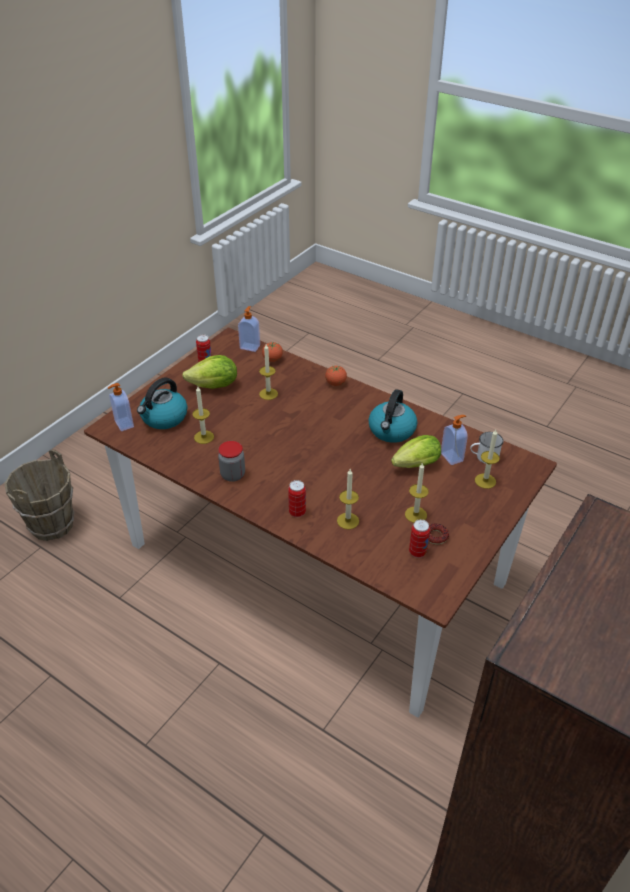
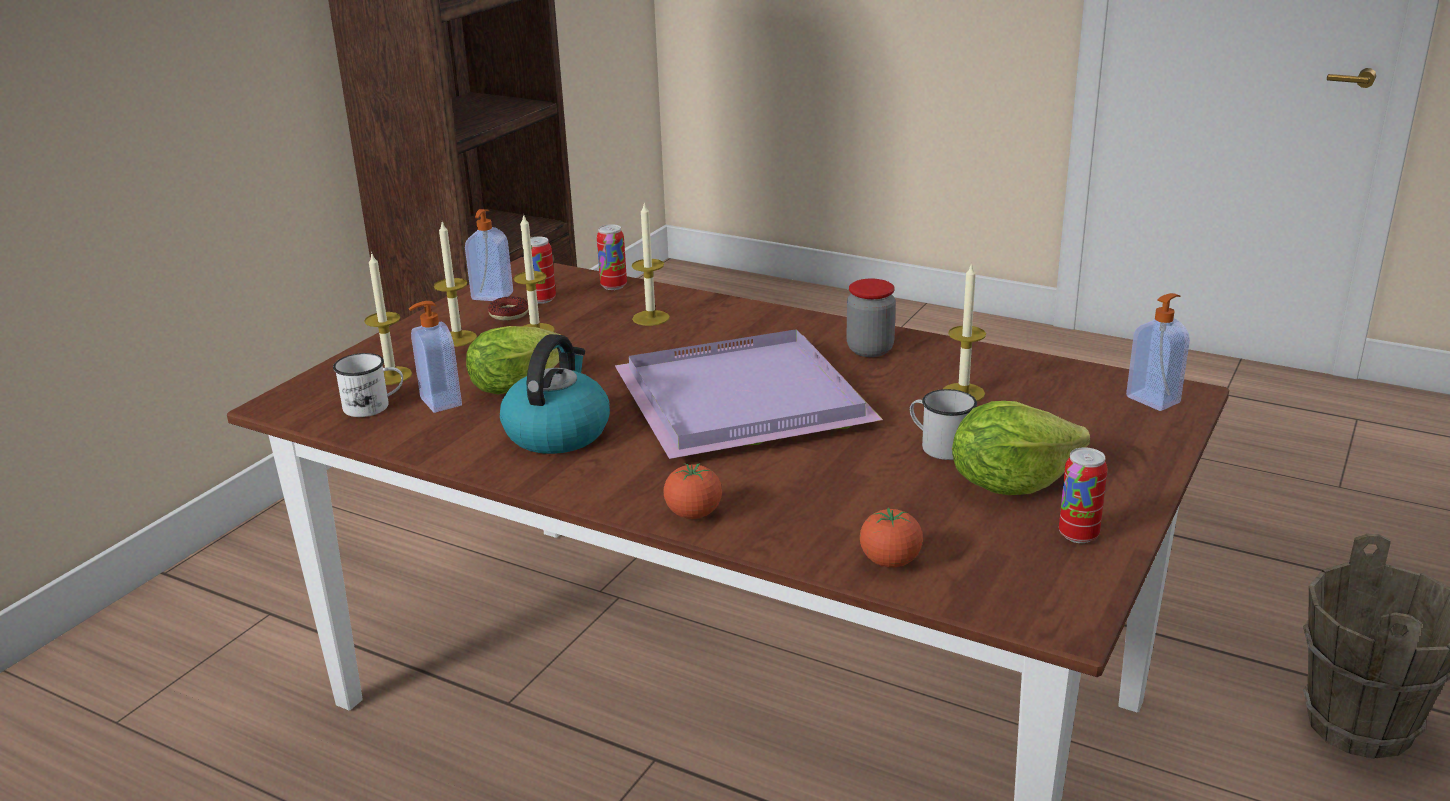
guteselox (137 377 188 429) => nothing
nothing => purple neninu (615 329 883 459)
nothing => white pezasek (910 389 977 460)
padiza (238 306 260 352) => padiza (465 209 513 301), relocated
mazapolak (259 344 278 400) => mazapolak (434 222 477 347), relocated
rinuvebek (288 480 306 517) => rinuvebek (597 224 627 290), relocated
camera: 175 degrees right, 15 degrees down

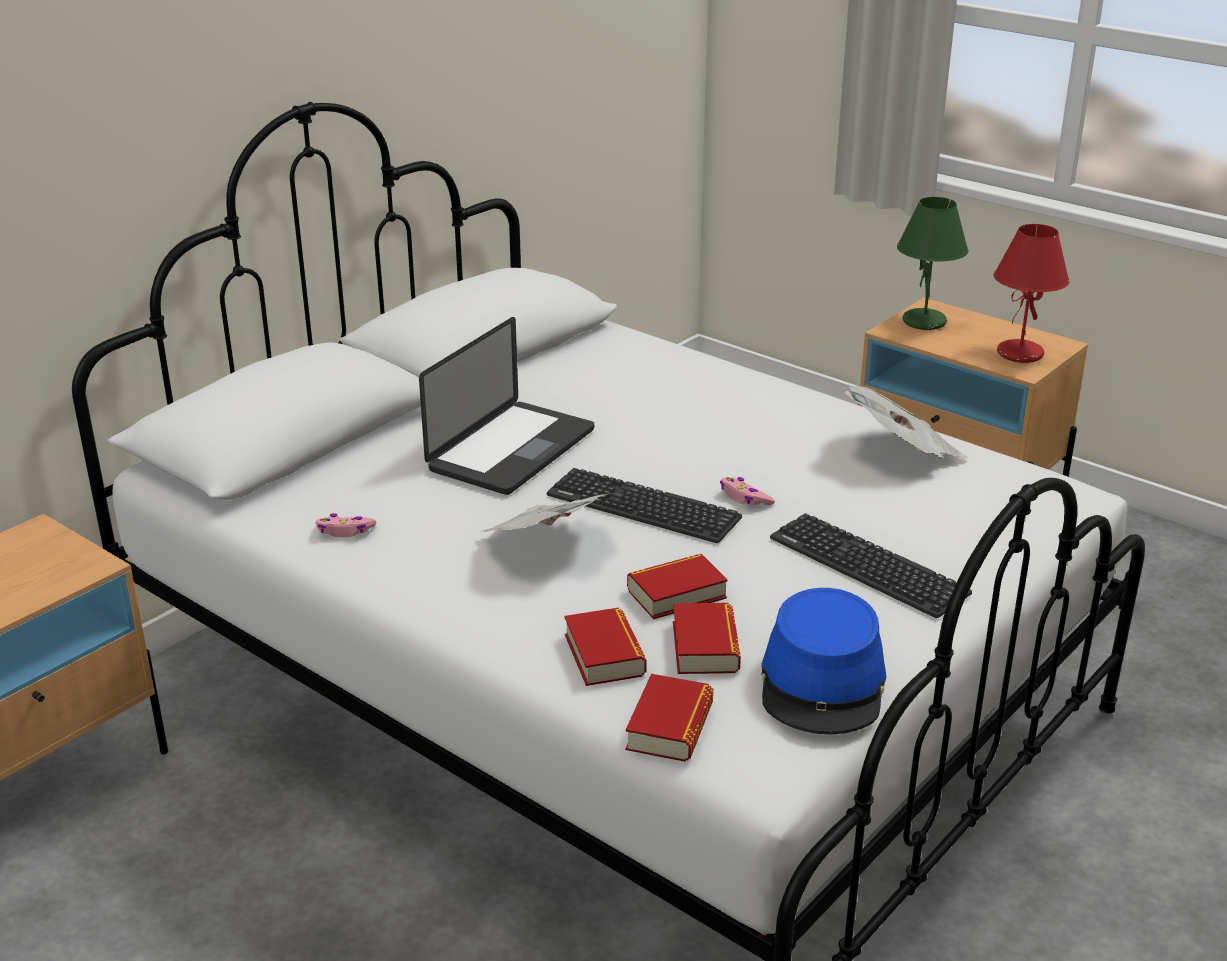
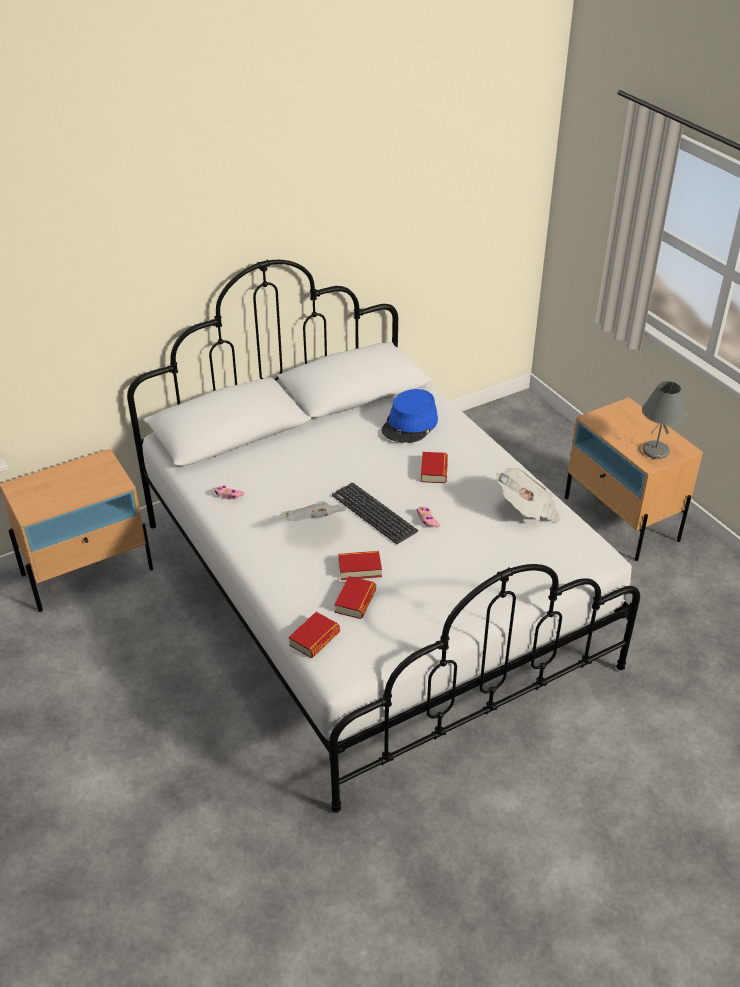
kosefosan (419 317 594 495) => nothing
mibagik (770 513 972 618) => nothing
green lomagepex (897 197 969 330) => nothing
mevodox (564 608 647 686) => mevodox (421 452 448 483), relocated
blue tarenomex (761 588 887 734) => blue tarenomex (381 389 438 443), relocated
red lomagepex (994 224 1070 363) => grey lomagepex (642 381 686 459)
camera: 20 degrees right, 10 degrees up

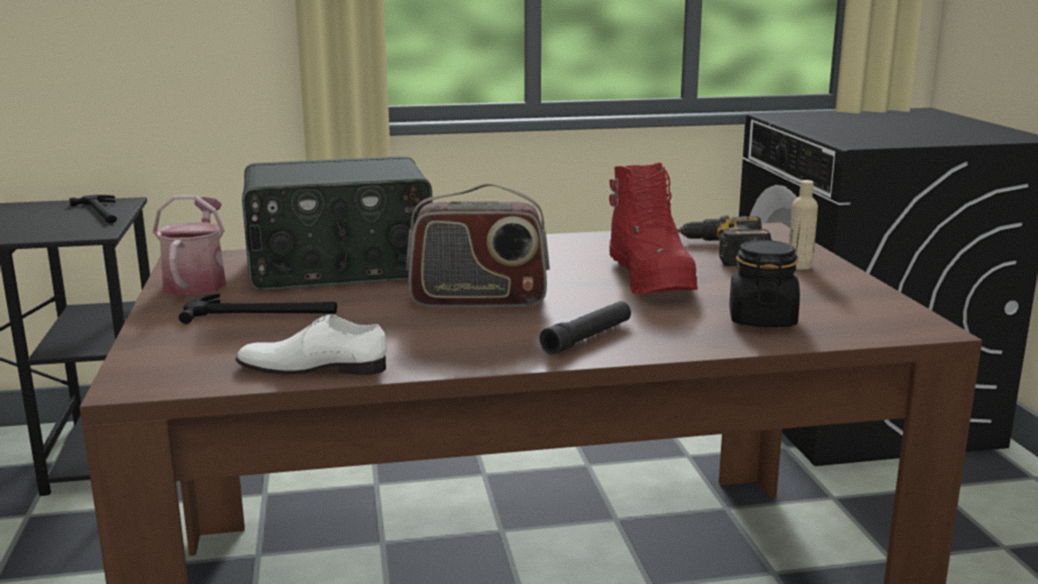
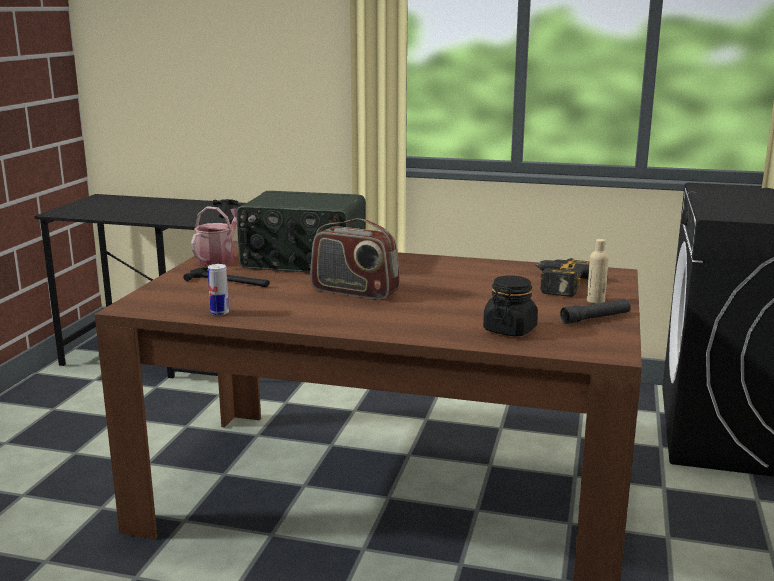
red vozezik (609 162 698 294) => nothing
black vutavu (539 301 631 355) => black vutavu (560 299 631 324), relocated
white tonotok (236 314 387 375) => rinuvebek (208 264 229 316)
camera: 25 degrees right, 0 degrees up

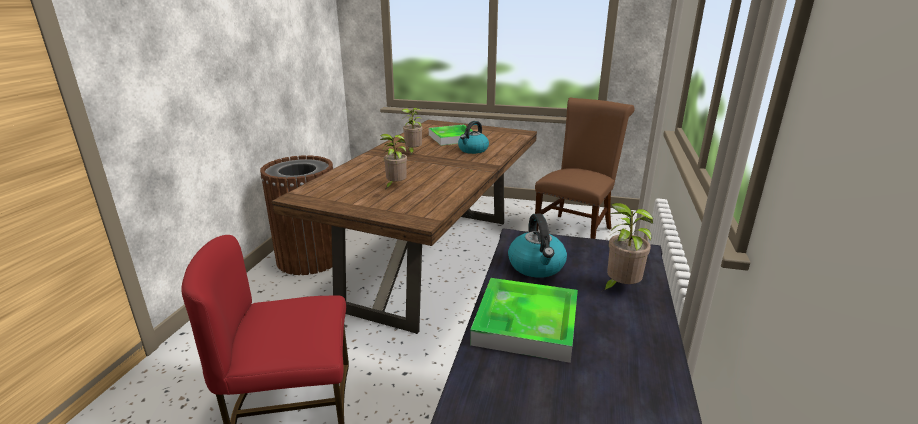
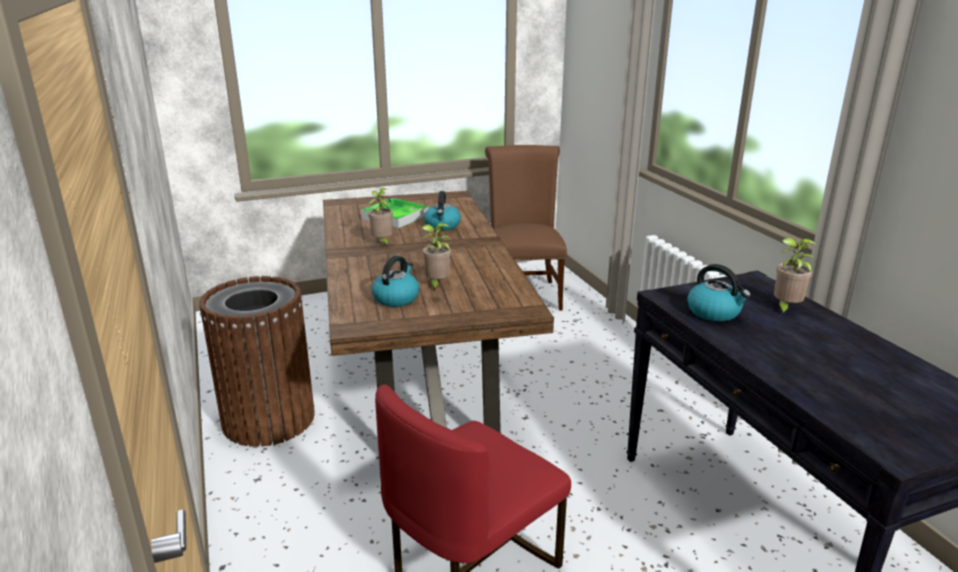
neninu (470 278 578 363) => nothing
nothing => guteselox (372 256 419 307)
camera: 35 degrees left, 0 degrees up

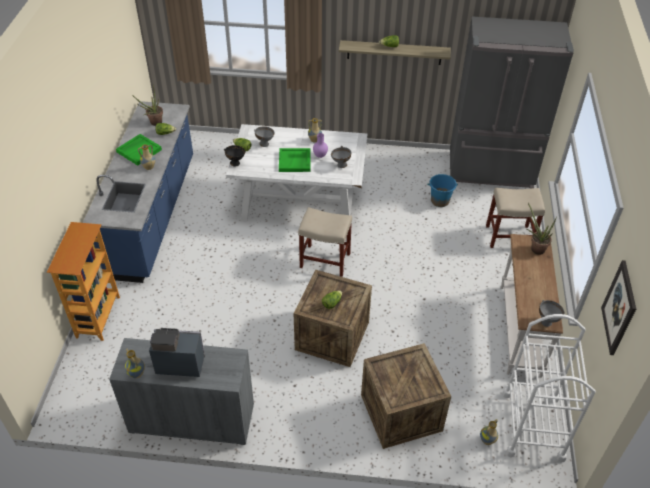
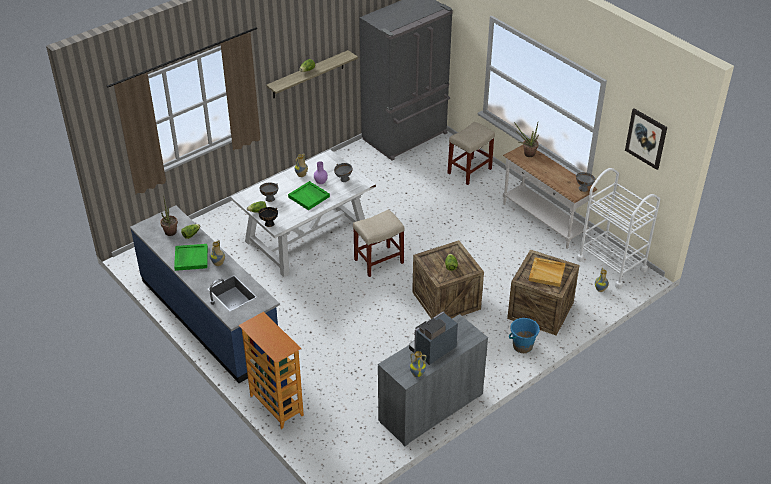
nothing => beige neninu (529 257 566 287)
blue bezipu (427 174 458 207) => blue bezipu (509 318 540 353), relocated
camera: 45 degrees left, 5 degrees down

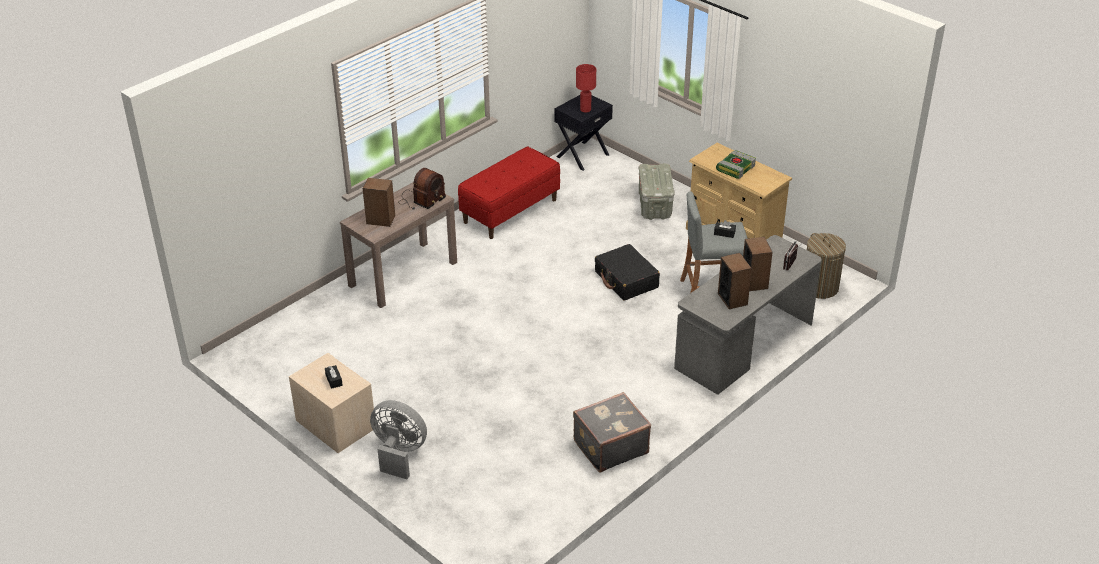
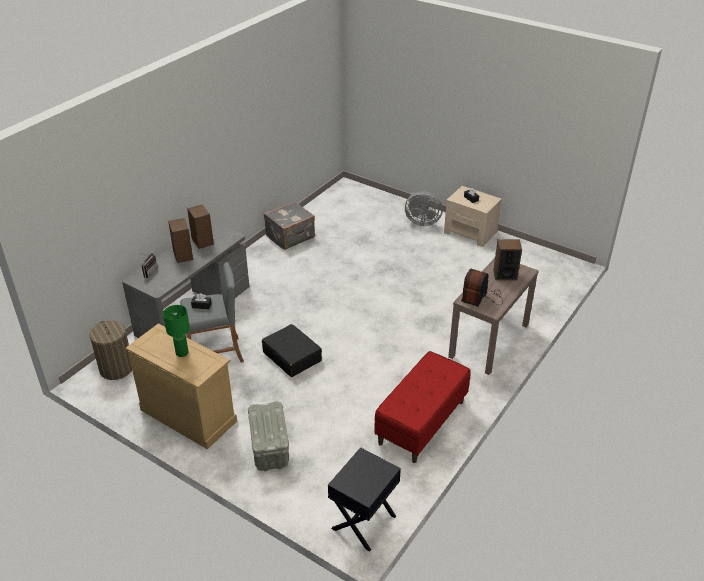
red lomagepex (576 64 596 113) => nothing
mevodox (716 150 756 179) => green lomagepex (163 305 190 357)
camera: 170 degrees right, 0 degrees up

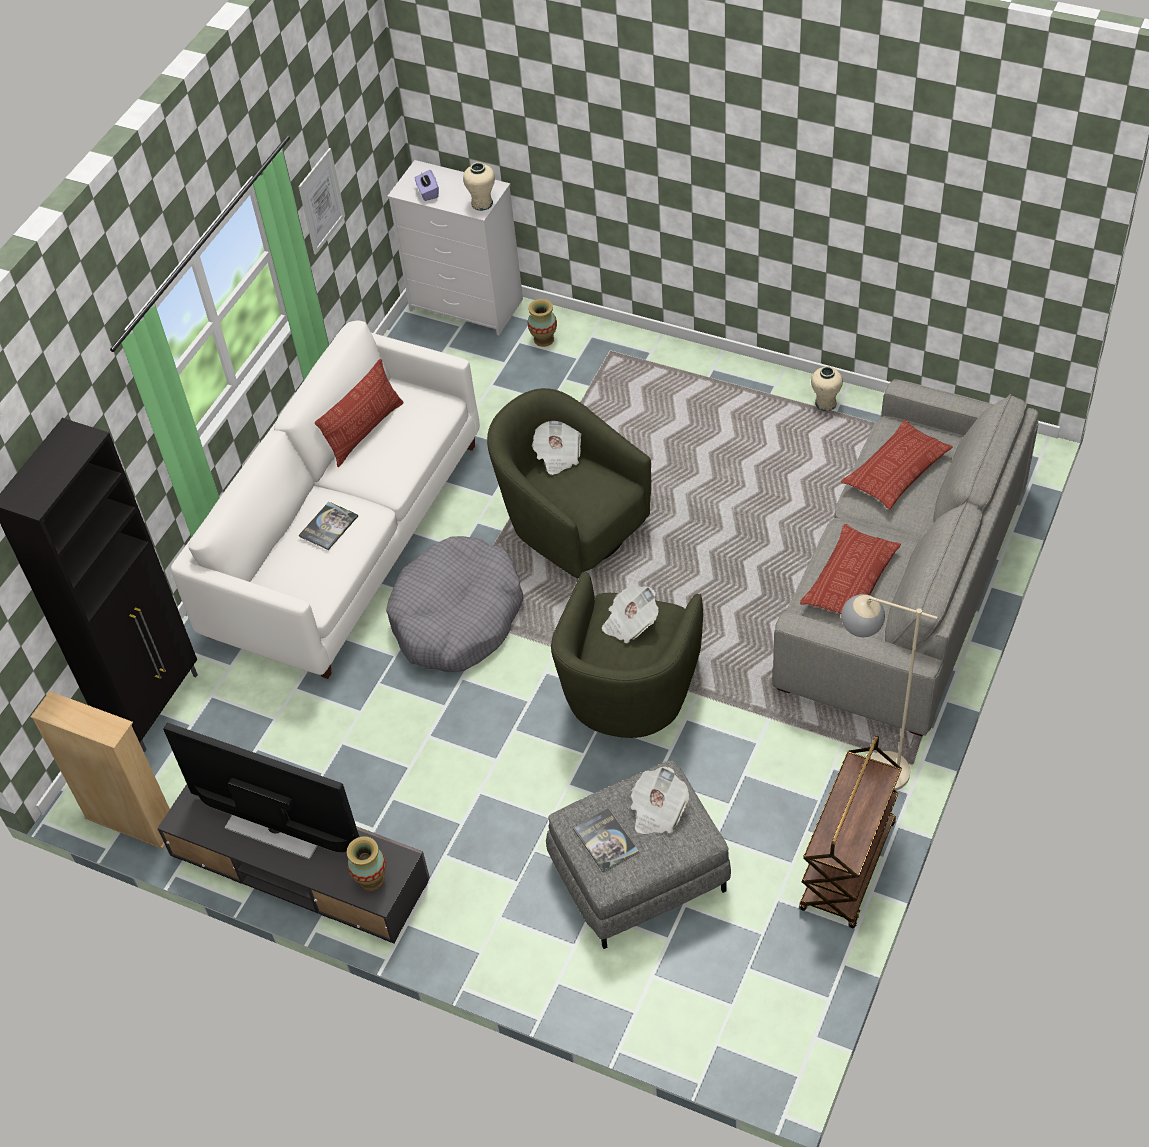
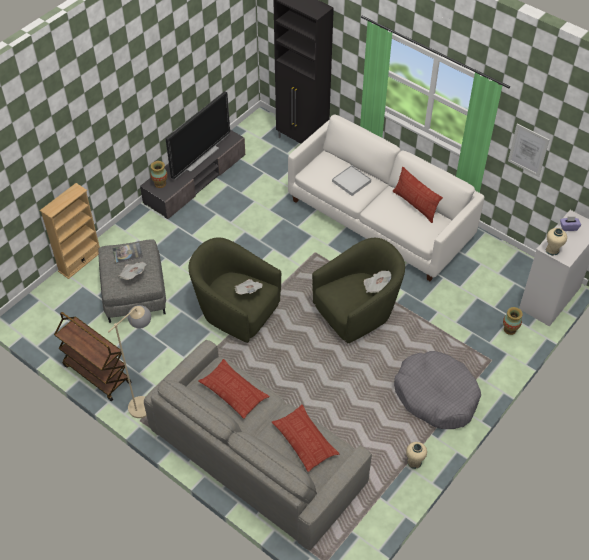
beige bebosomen (31 691 170 849) => beige bebosomen (40 183 100 279), relocated
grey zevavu (386 536 523 672) => grey zevavu (394 351 481 429), relocated
mevodox (299 502 358 550) => white neninu (332 165 371 196)
camera: 100 degrees right, 0 degrees up

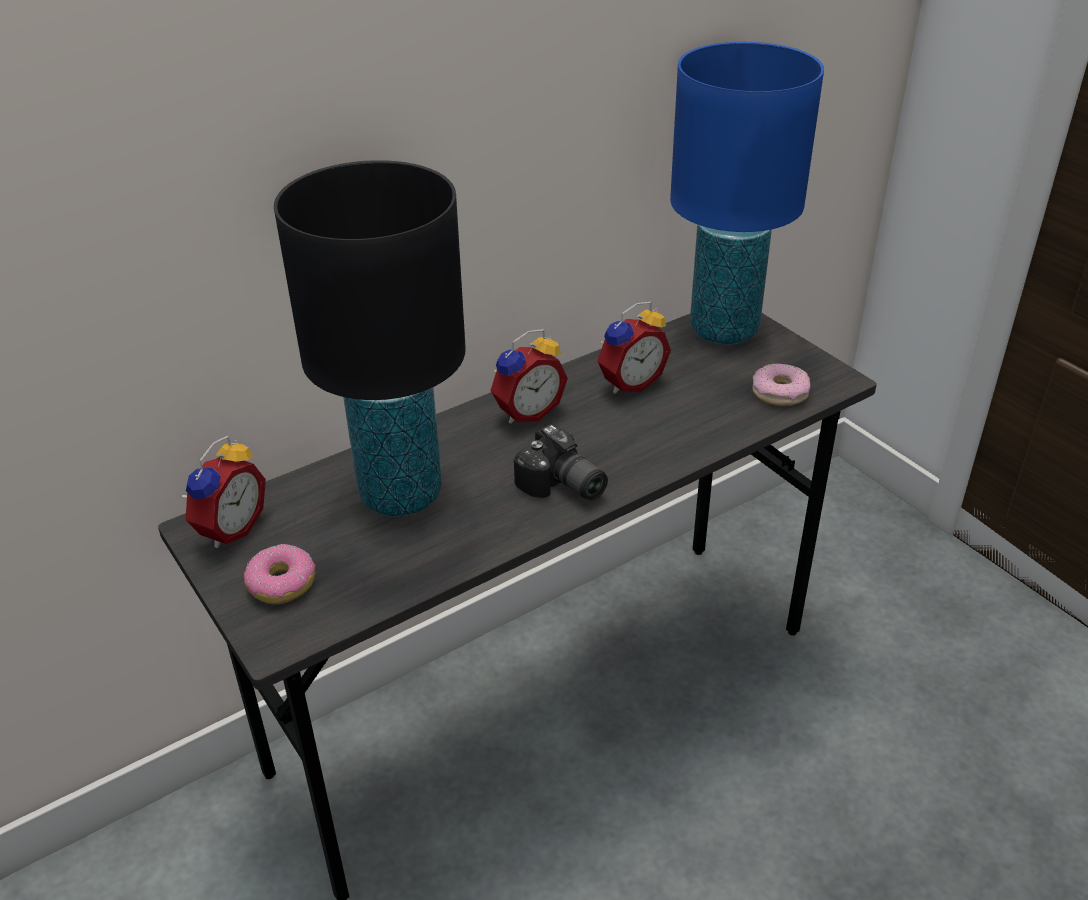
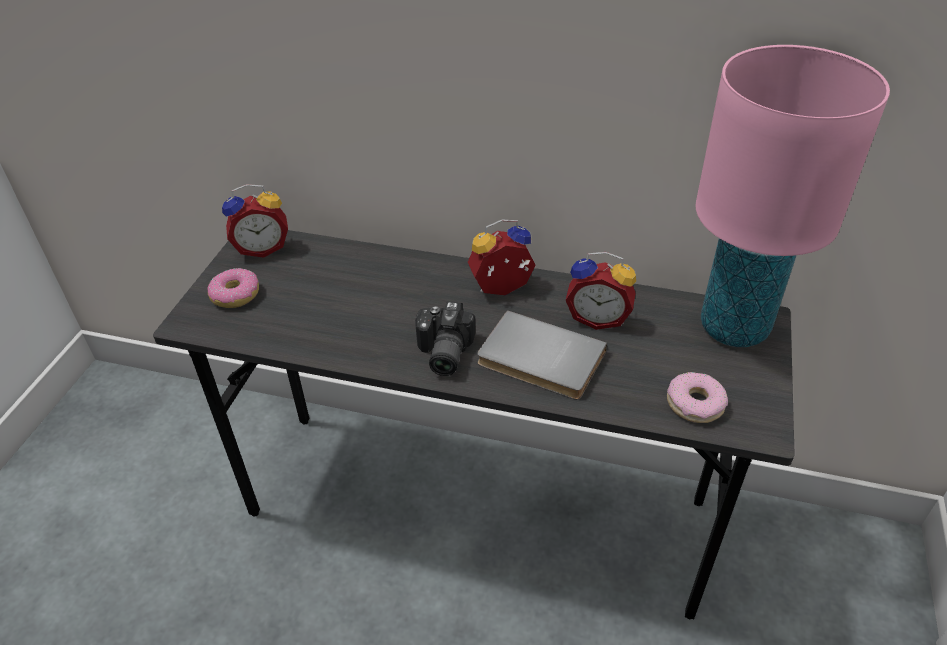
black lomagepex (274 160 466 517) => nothing
nothing => grey mevodox (477 310 607 400)
blue lomagepex (670 42 824 345) => pink lomagepex (695 45 890 347)
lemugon (490 329 568 424) => lemugon (468 219 535 295), 150 degrees clockwise
camera: 50 degrees right, 5 degrees up

